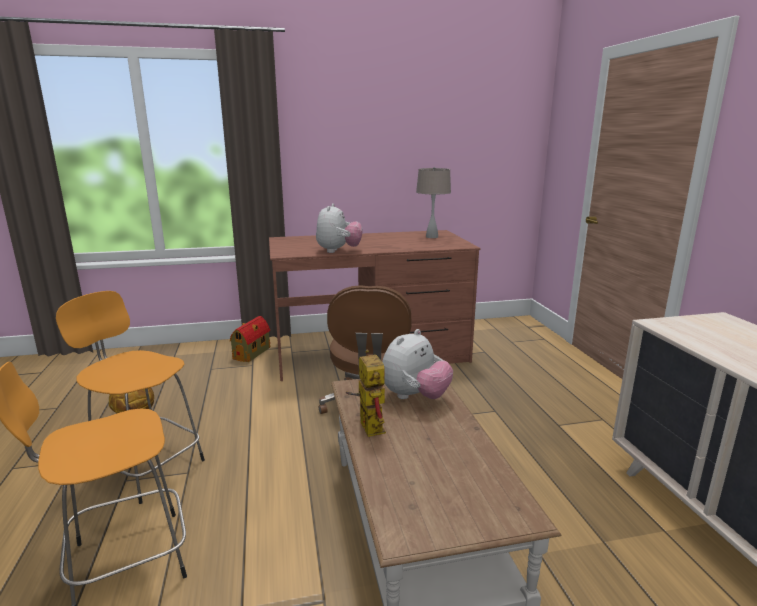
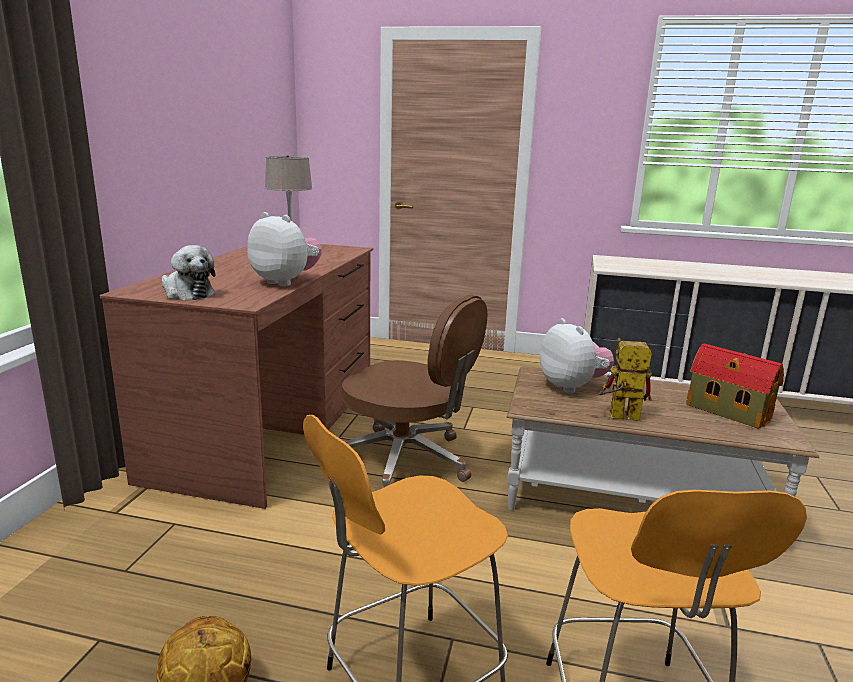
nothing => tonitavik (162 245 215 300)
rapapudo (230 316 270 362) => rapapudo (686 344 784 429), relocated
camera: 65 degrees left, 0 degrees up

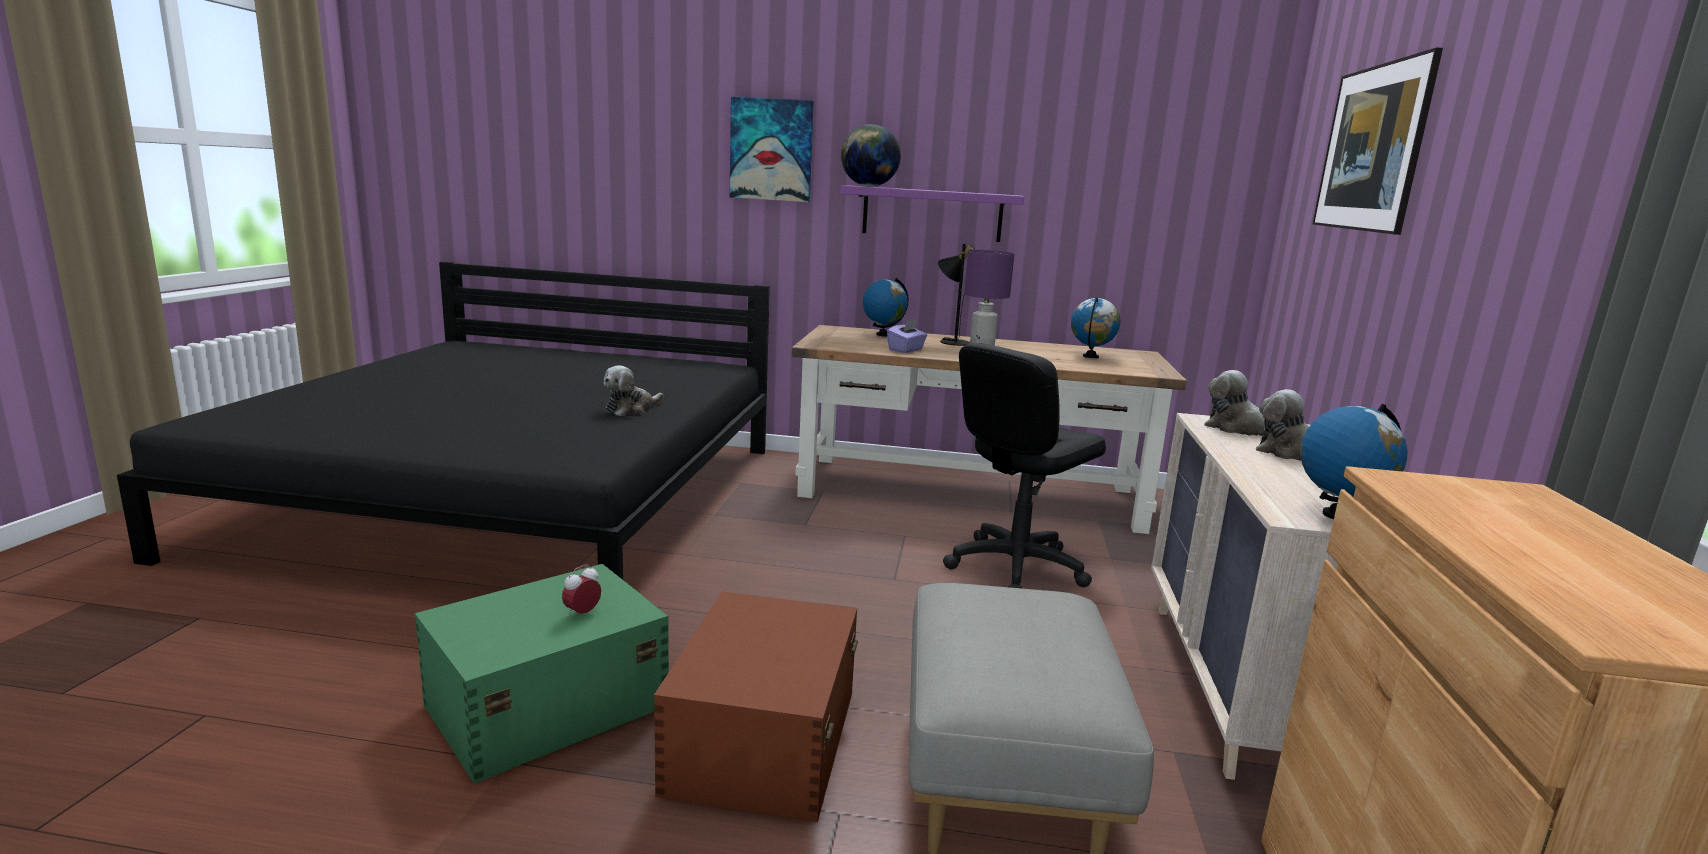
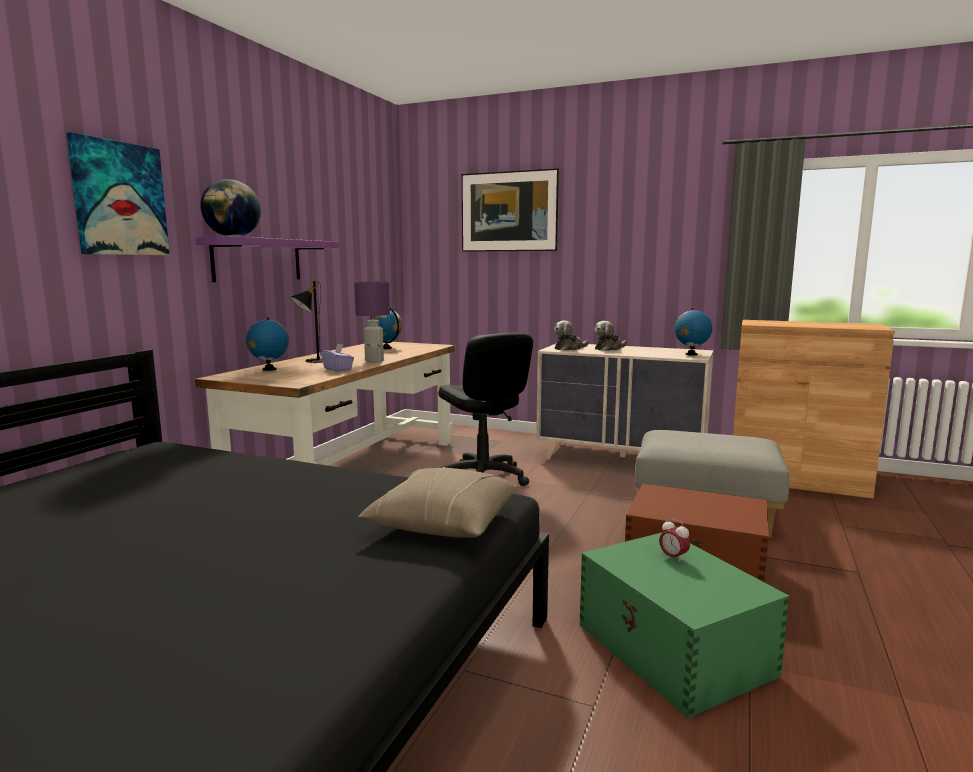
tonitavik (604 365 664 416) => nothing
nothing => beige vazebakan (358 467 517 538)
camera: 75 degrees left, 5 degrees down

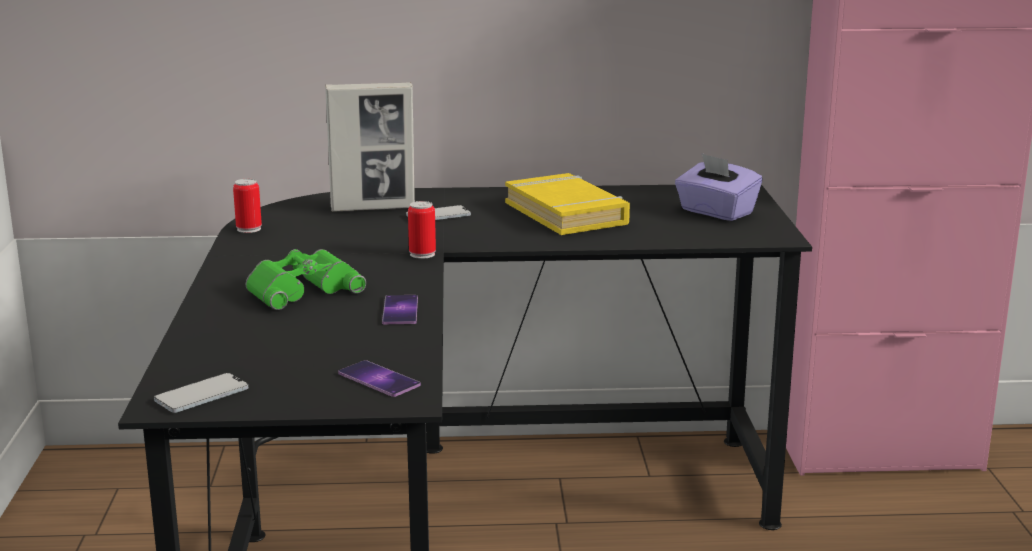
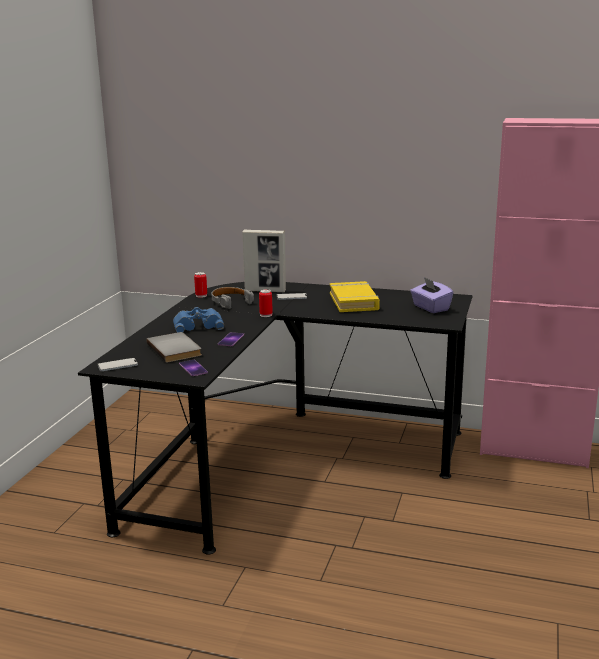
nothing => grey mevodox (147 332 202 363)
nothing => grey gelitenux (211 287 254 309)
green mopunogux (246 249 366 310) => blue mopunogux (173 307 224 332)
camera: 20 degrees right, 0 degrees up

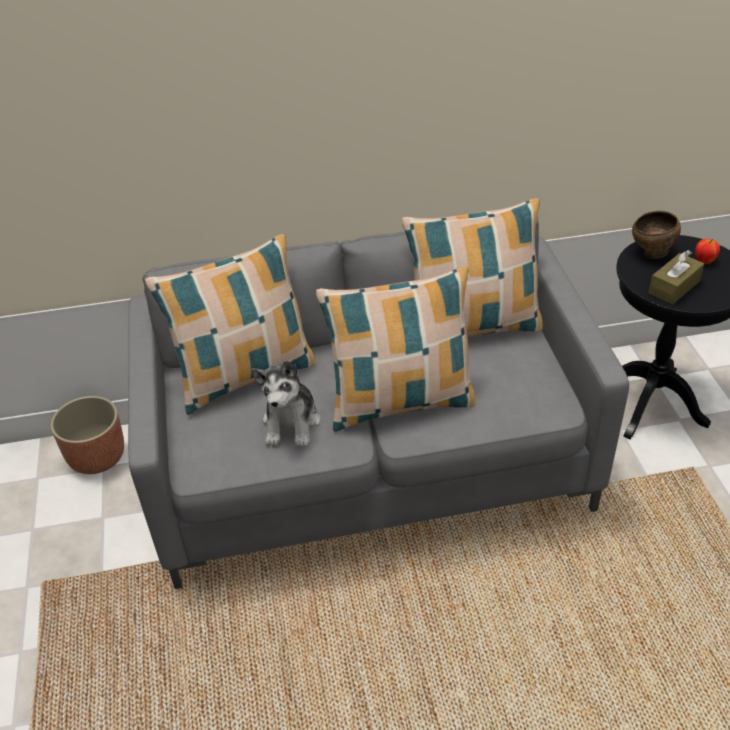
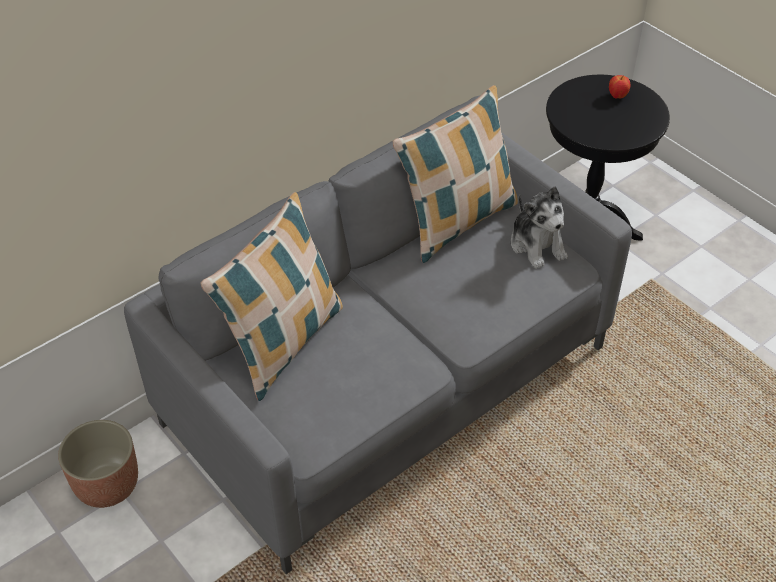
vazebakan (316 267 475 432) => nothing
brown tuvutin (632 211 681 259) => nothing
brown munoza (648 250 704 305) => nothing
tonitavik (252 360 320 447) => tonitavik (510 186 568 269), relocated
camera: 30 degrees left, 5 degrees up

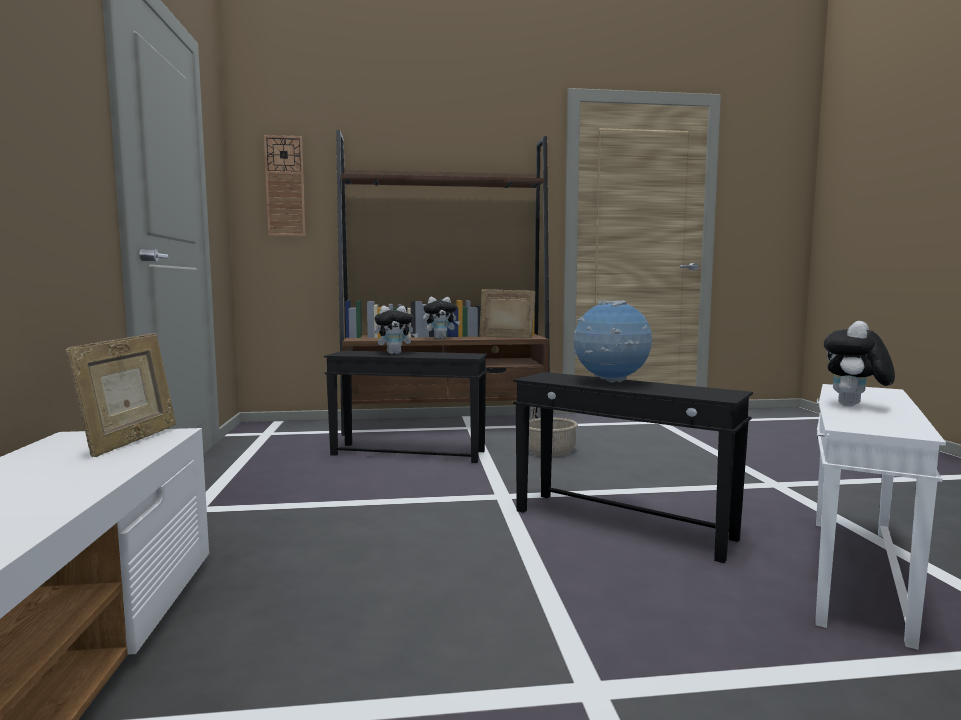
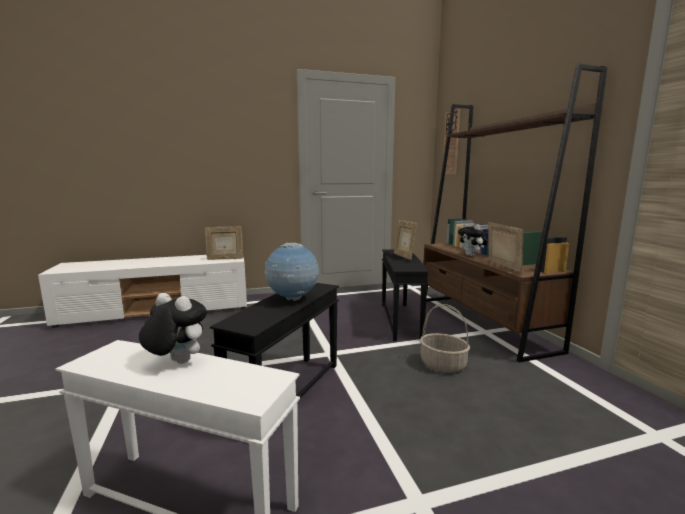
tonitavik (374 306 418 354) => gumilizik (394 220 417 260)
camera: 80 degrees right, 5 degrees up

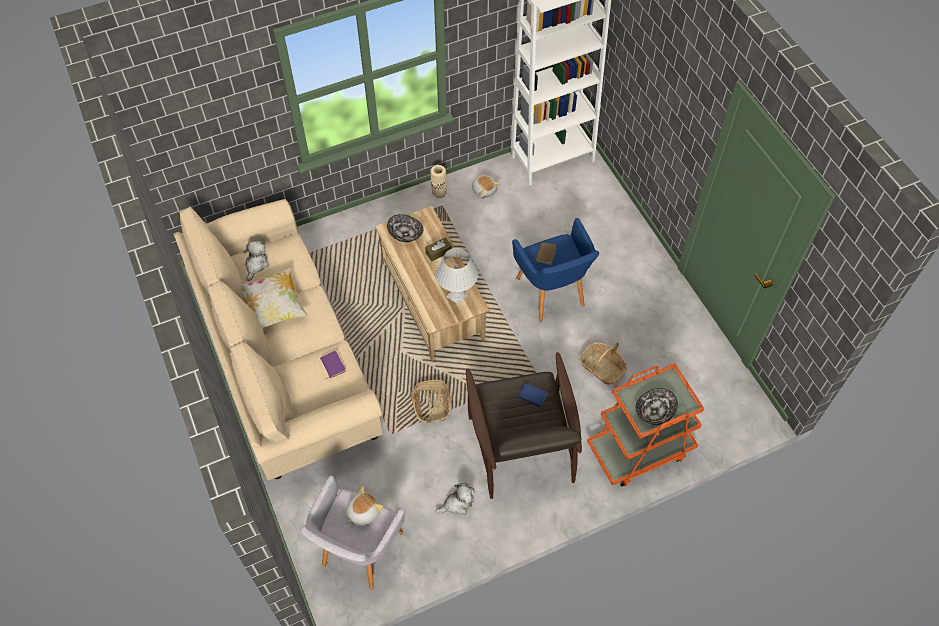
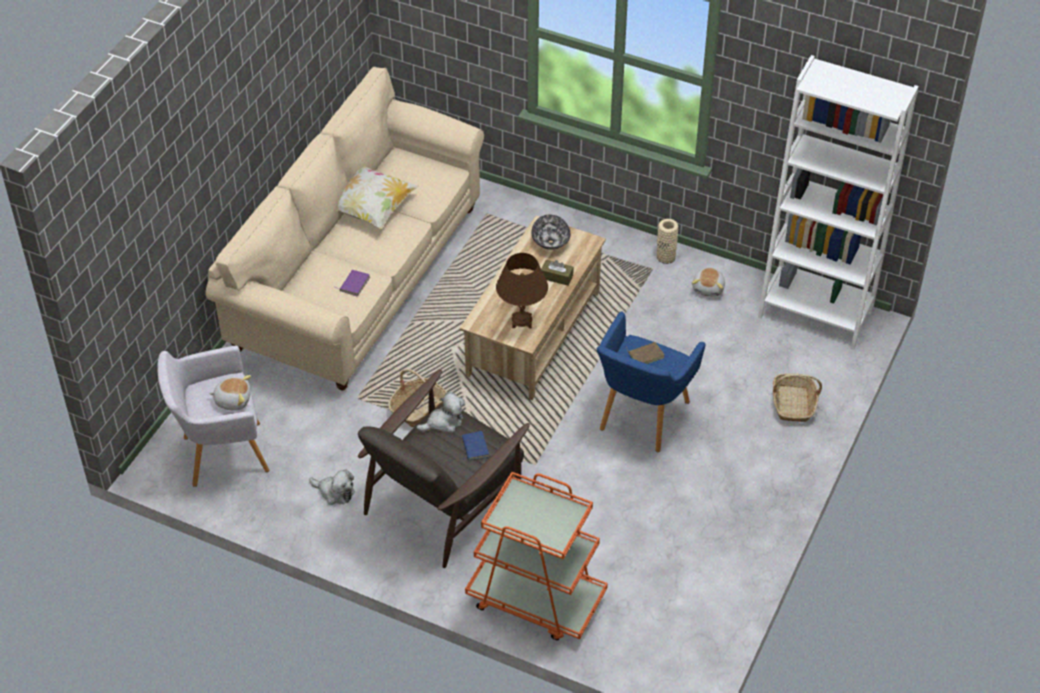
tuvutin (636 388 678 425) => nothing
tonitavik (243 241 269 281) => tonitavik (416 392 465 433), relocated
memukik (579 342 627 385) => memukik (773 374 822 422), relocated
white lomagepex (435 248 478 306) => brown lomagepex (496 253 548 328)
camera: 50 degrees right, 10 degrees down

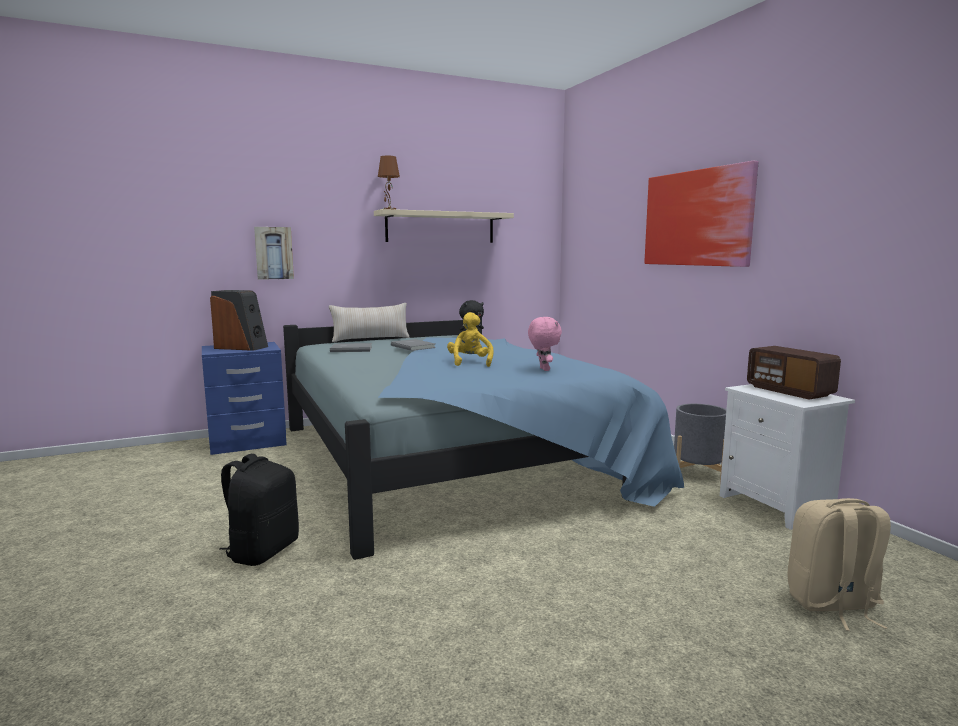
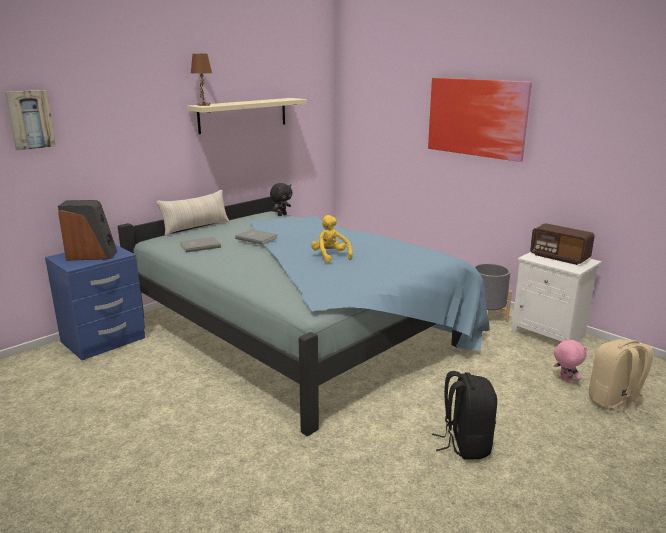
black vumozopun (219 454 299 566) => black vumozopun (432 371 497 460), relocated
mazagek (254 227 294 280) => mazagek (5 90 56 150), relocated
pink tonitavik (528 317 562 371) => pink tonitavik (554 337 587 383), relocated
camera: 20 degrees left, 10 degrees up

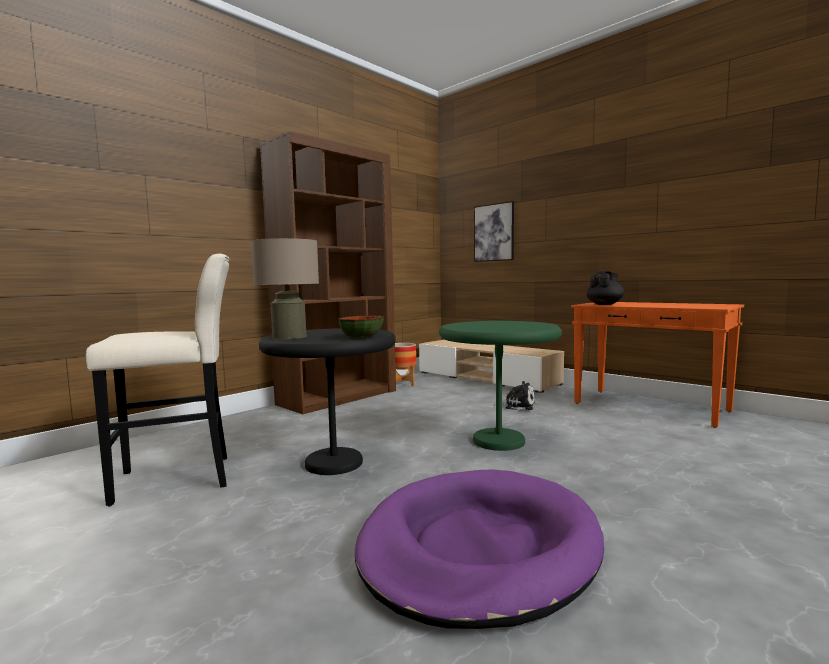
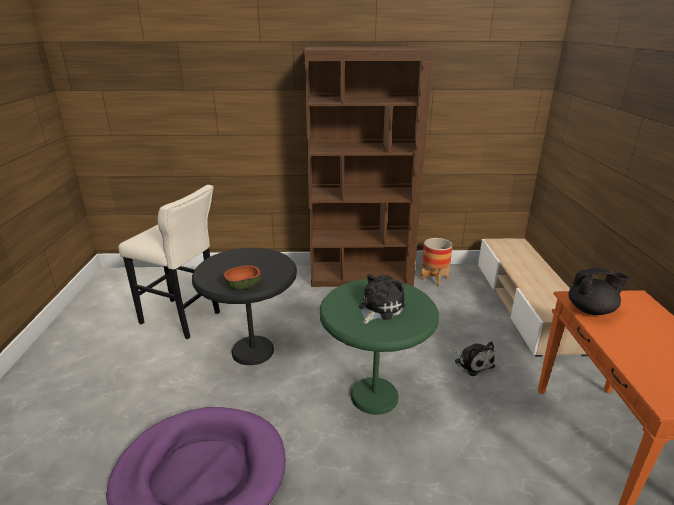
beige lomagepex (251 238 319 339) => nothing
mazagek (474 201 514 262) => nothing
nothing => tonitavik (359 274 405 324)
camera: 45 degrees right, 20 degrees up

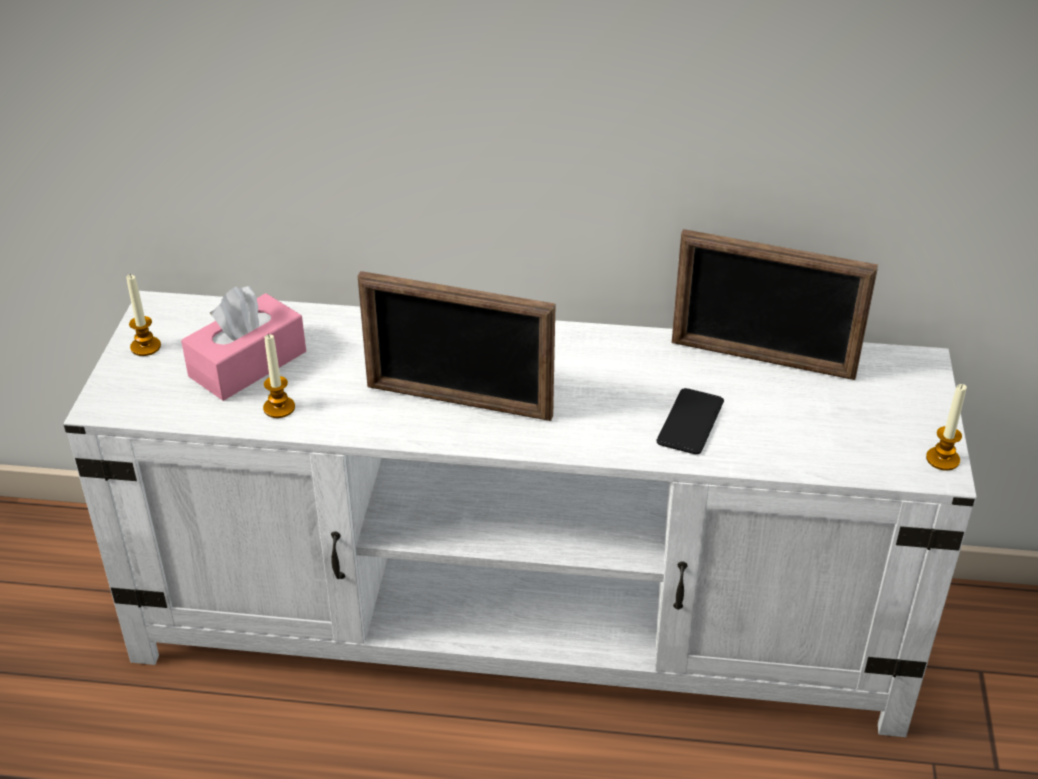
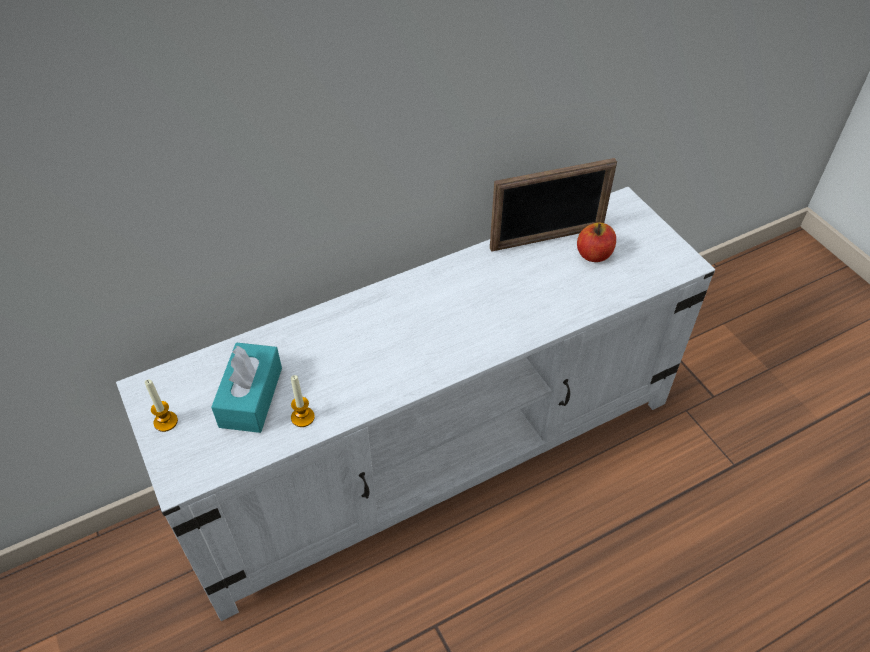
gumilizik (358 271 556 421) => nothing
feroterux (656 388 724 454) => nothing
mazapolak (926 384 967 471) => nothing
nothing => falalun (577 223 616 262)
pink munoza (181 286 306 401) => turquoise munoza (211 343 282 433)
camera: 35 degrees left, 10 degrees up

